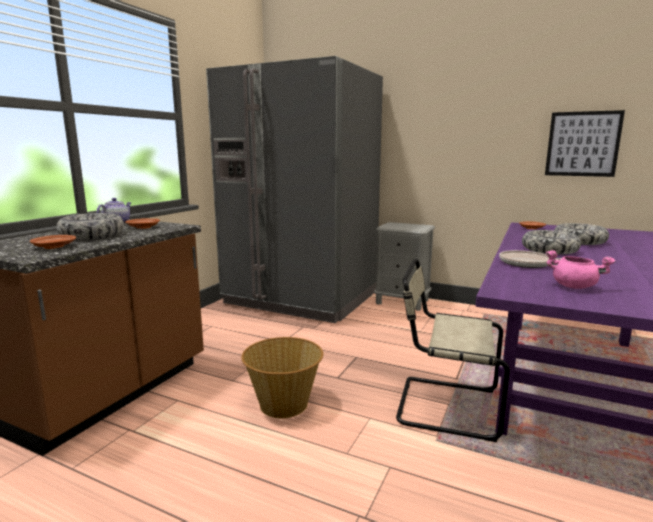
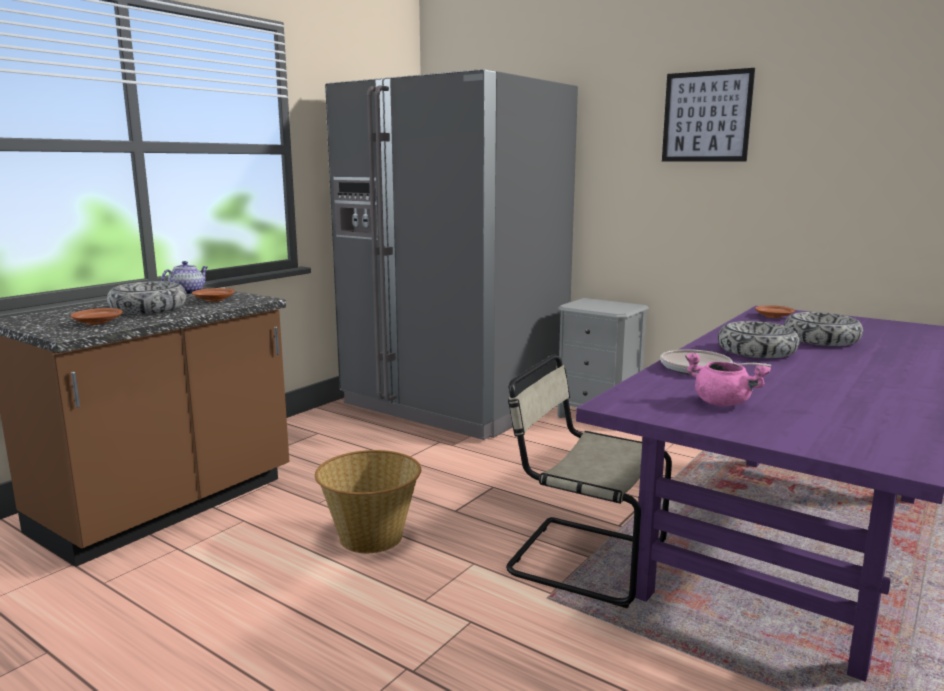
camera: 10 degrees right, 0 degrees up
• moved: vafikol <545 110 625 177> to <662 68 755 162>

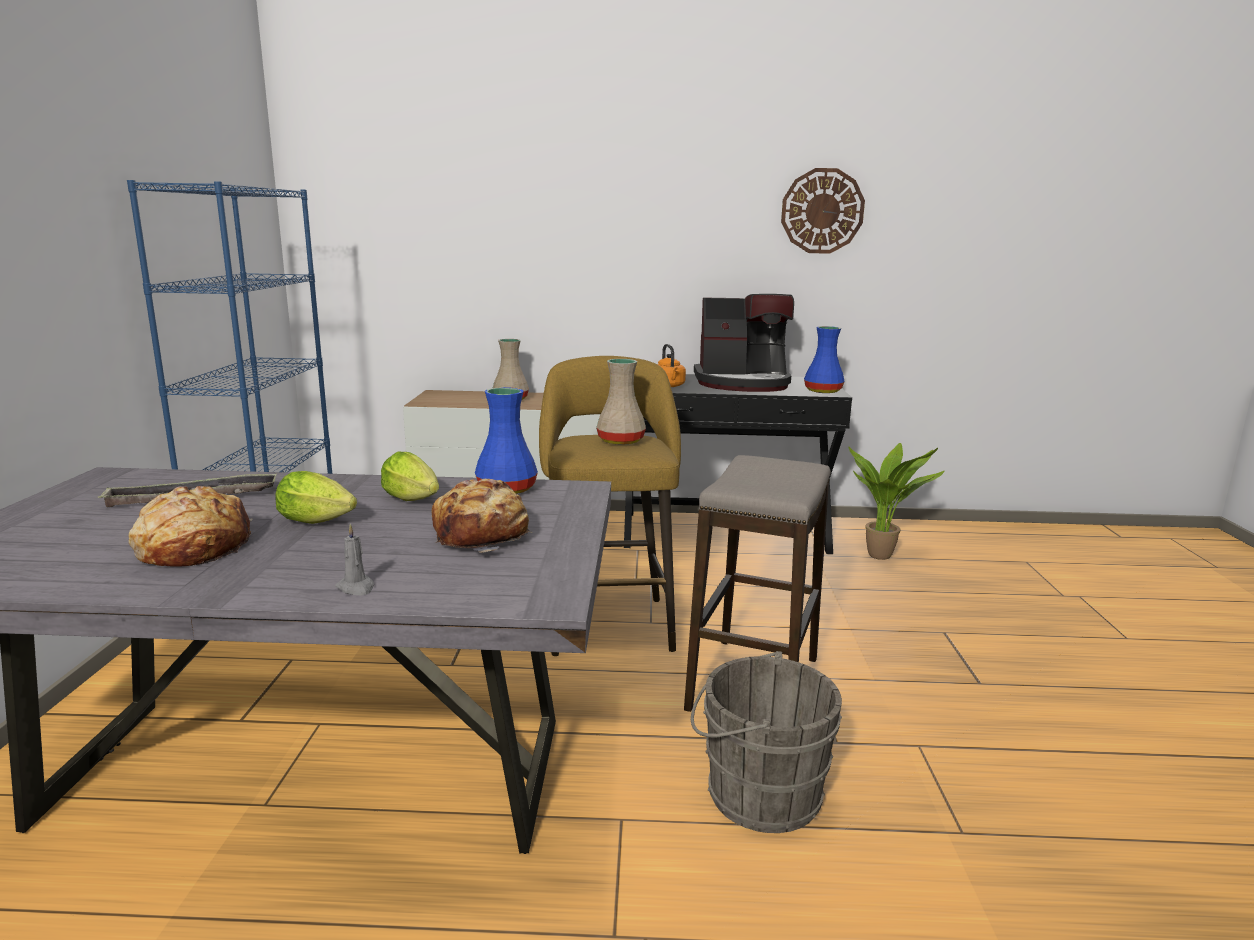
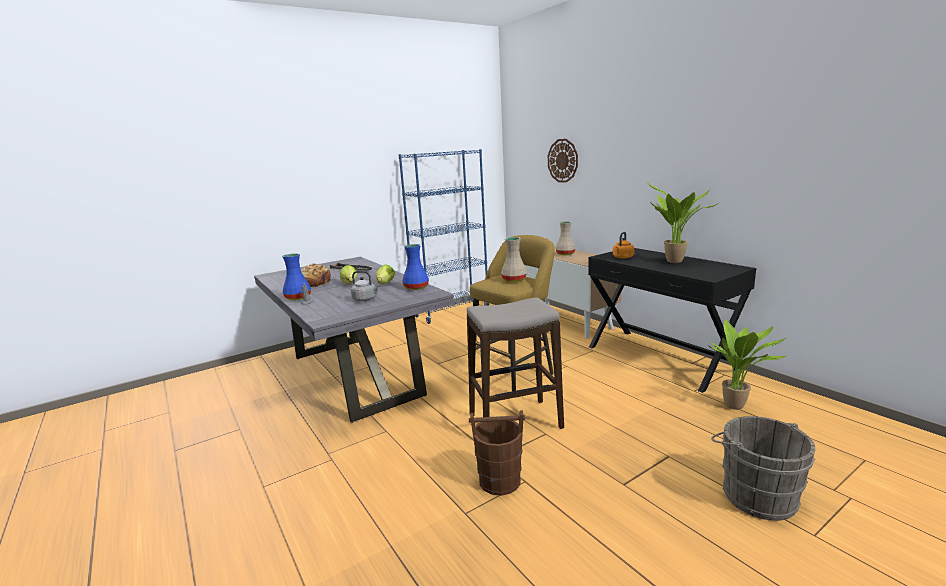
camera: 55 degrees right, 0 degrees up
• replaced: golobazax <432 479 531 553> to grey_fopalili <351 271 381 301>
• moved: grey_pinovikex <691 651 842 833> to <711 416 815 521>
• replaced: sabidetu <694 294 794 392> to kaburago <647 182 719 263>
• moved: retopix <781 168 865 254> to <548 139 578 183>
• moved: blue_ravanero <804 326 845 393> to <282 253 311 300>
• added: brown_pinovikex <469 410 525 496>

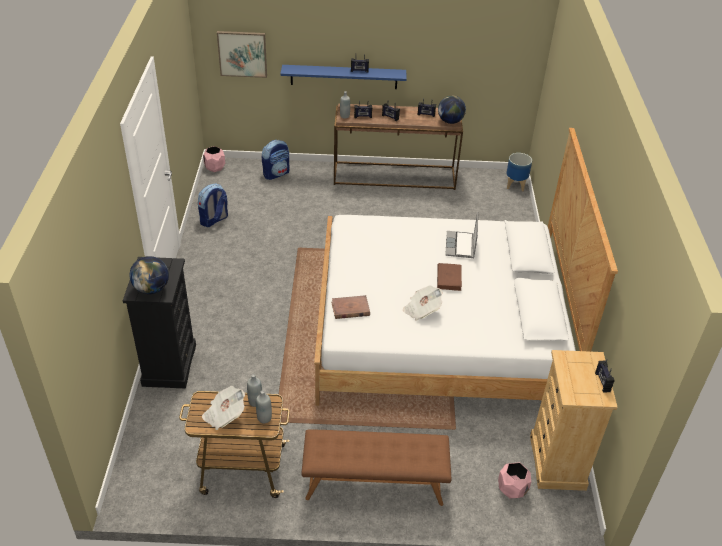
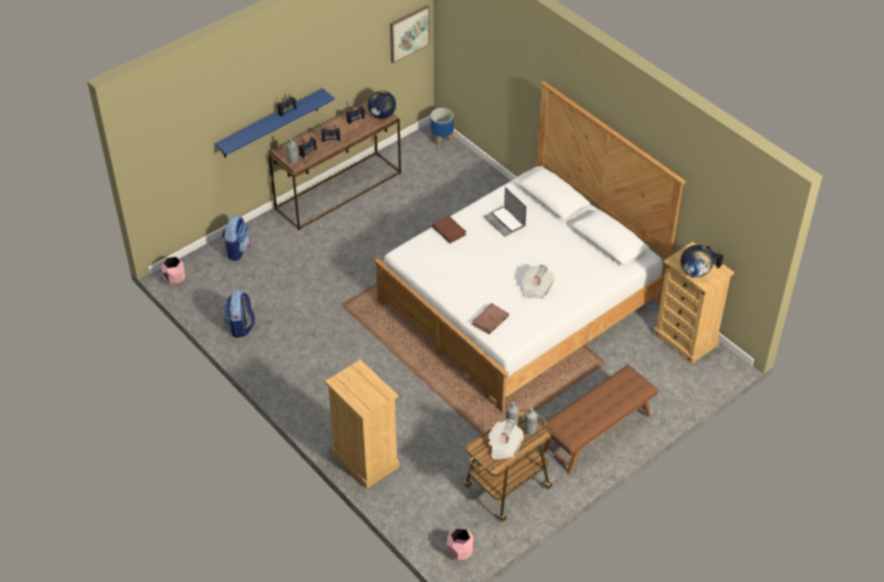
camera: 40 degrees left, 5 degrees up
• recoloured: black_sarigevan <123 257 196 389> to beige_sarigevan <325 359 400 489>
• moved: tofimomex <129 256 169 294> to <680 245 713 277>
• moved: vafikol <217 31 267 78> to <390 5 430 64>
• moved: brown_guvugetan <437 263 462 291> to <432 215 466 243>
• moved: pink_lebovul <498 462 531 498> to <447 528 474 560>

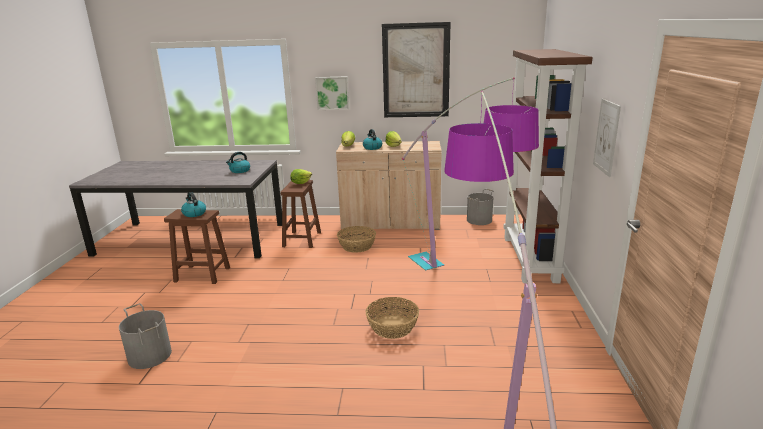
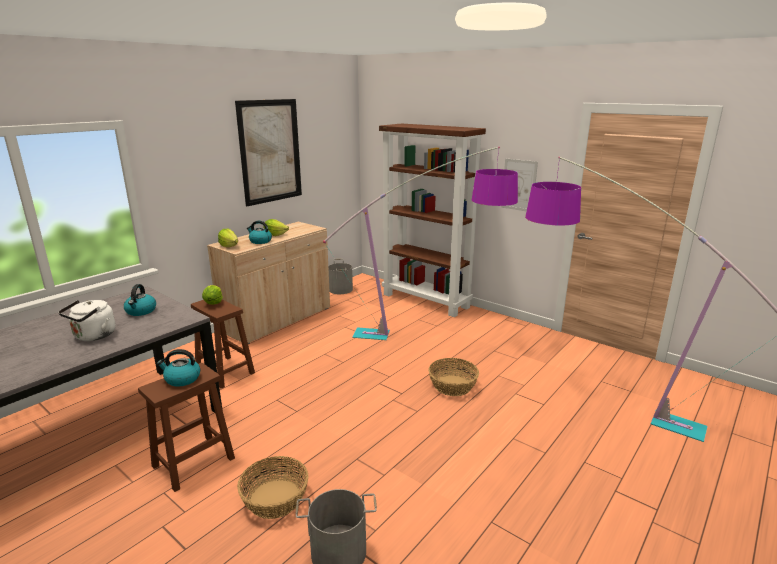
camera: 55 degrees left, 0 degrees up
• removed: vafikol <315 76 349 110>
• moved: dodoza <337 226 376 253> to <237 456 309 519>
• added: white_fopalili <58 300 115 341>

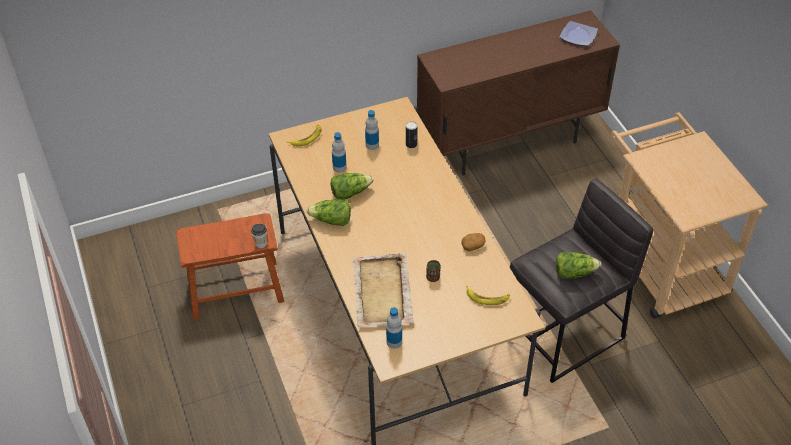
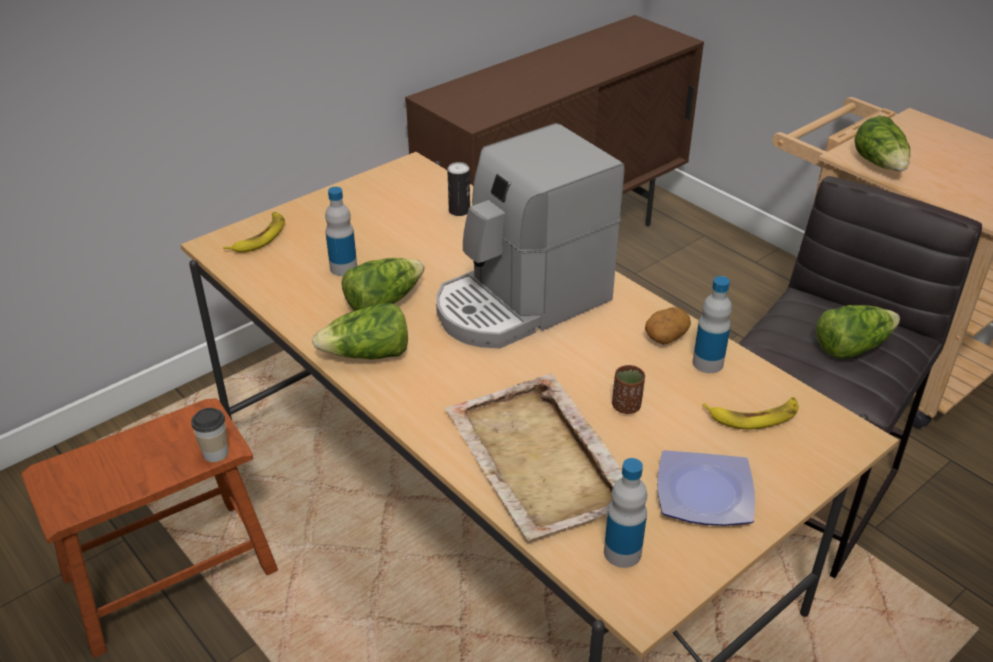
camera: 20 degrees left, 10 degrees down
• moved: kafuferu <365 110 379 150> to <693 276 732 373>
• moved: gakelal <560 21 598 46> to <657 450 755 526>
• added: sabidetu <436 123 625 348>
• added: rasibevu <854 116 910 171>

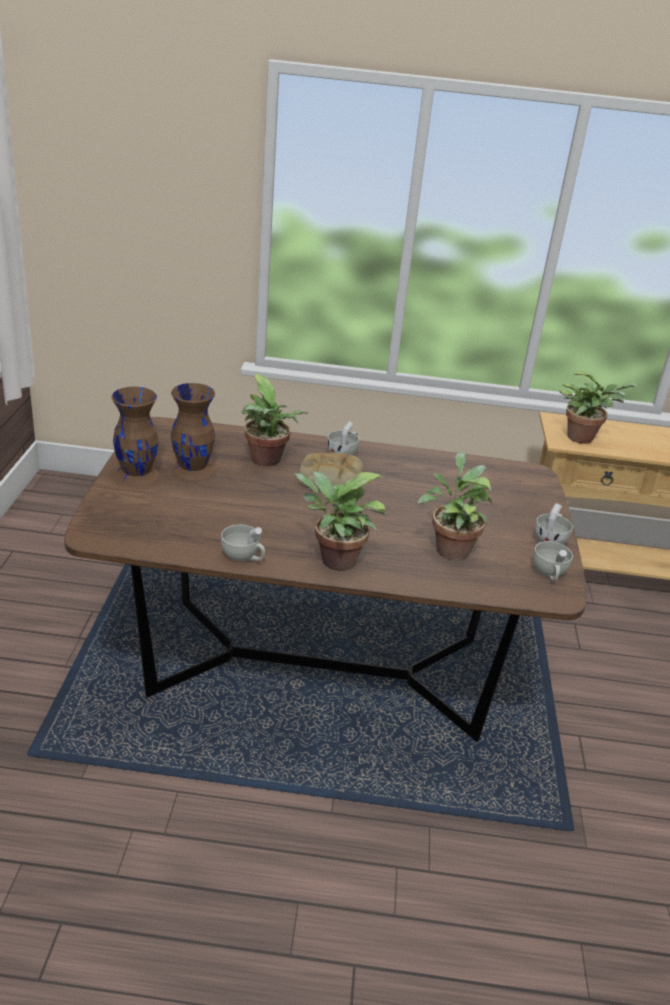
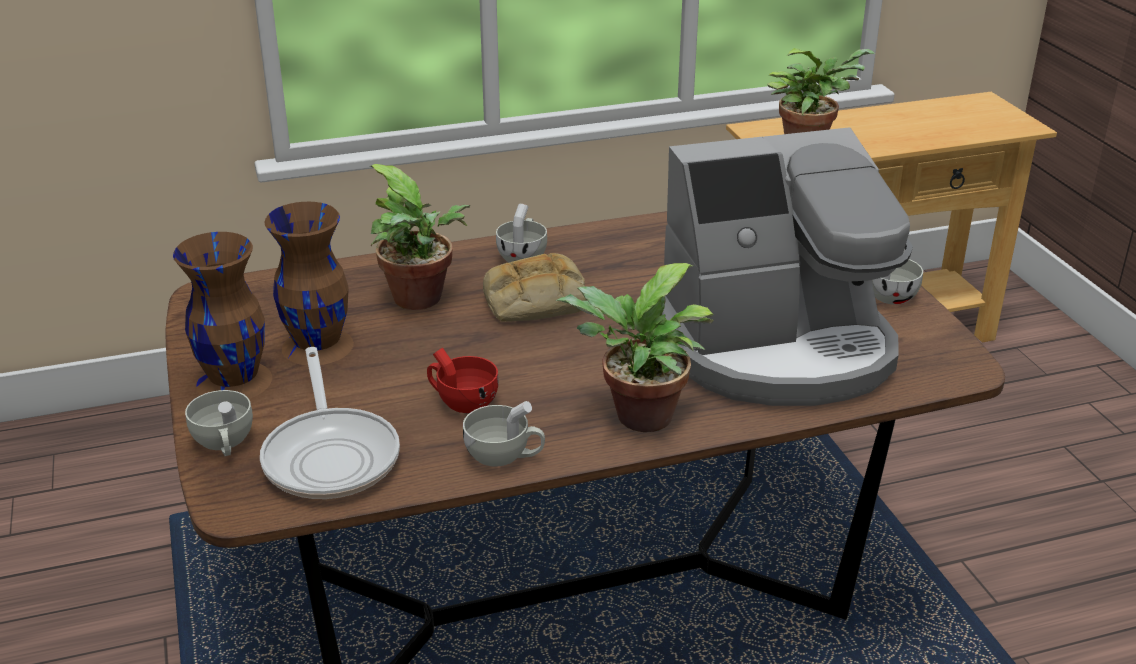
camera: 20 degrees left, 0 degrees up
• replaced: kaburago <418 452 492 561> to sabidetu <662 127 913 406>
• moved: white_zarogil <533 541 573 581> to <185 390 253 456>
• added: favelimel <260 347 400 499>
• added: red_zarogil <427 348 499 413>

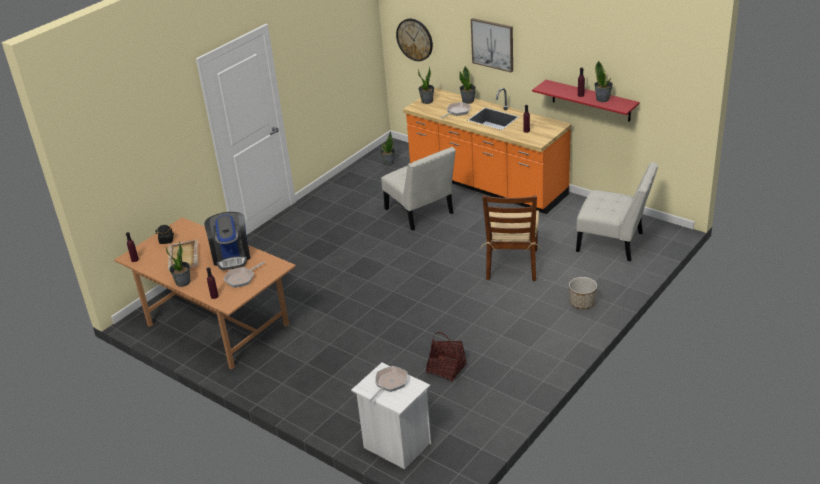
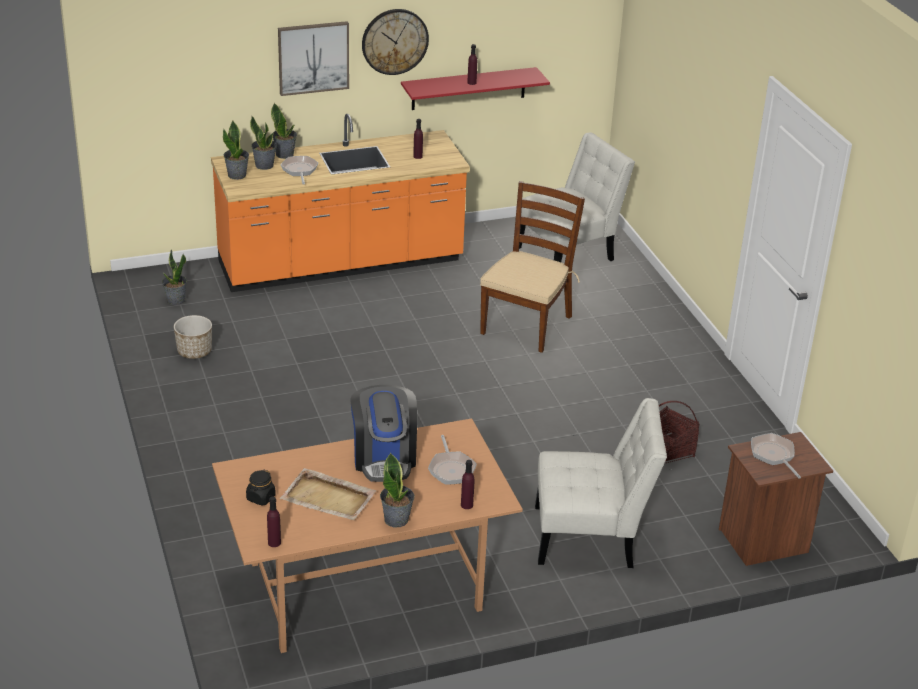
camera: 60 degrees left, 0 degrees up
• turned: sabidetu <204 212 251 270> = <350 385 417 482> 60 degrees clockwise
• recoloured: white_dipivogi <351 363 431 469> to brown_dipivogi <719 432 833 566>
• moved: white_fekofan <381 147 456 231> to <535 398 667 568>
• moved: retopix <396 19 433 61> to <362 9 429 75>
• turned: brown_fekofan <480 195 541 281> = <480 181 585 353> 105 degrees counterclockwise
• moved: lebovul <569 277 597 309> to <174 315 212 359>
• moved: kaburago <594 61 613 102> to <250 116 277 170>

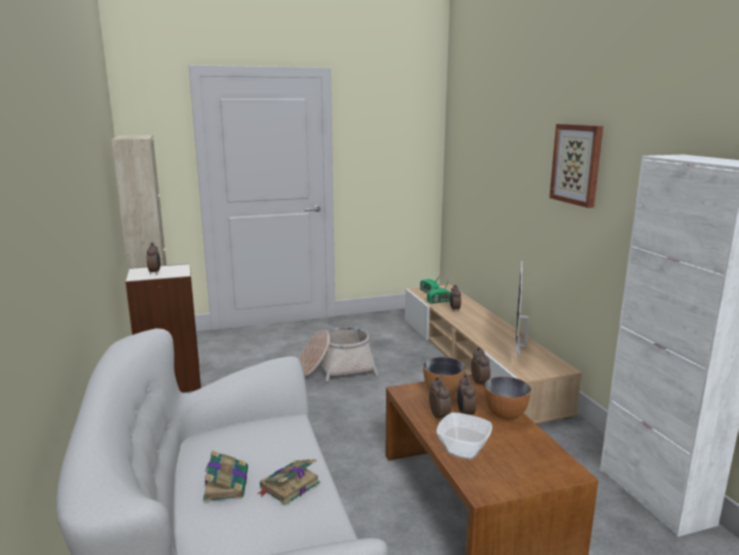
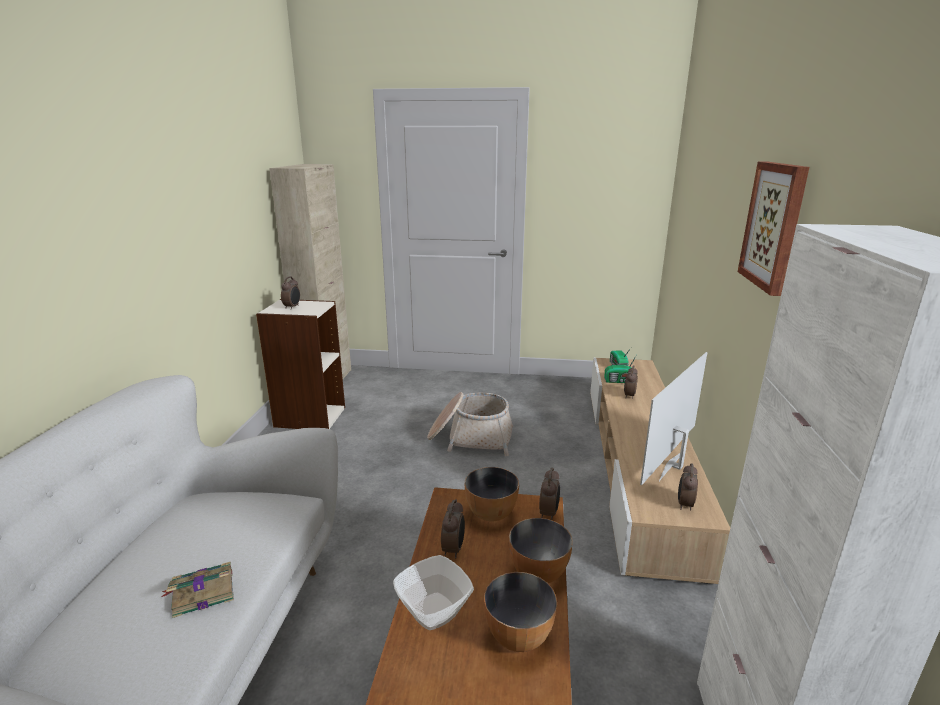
camera: 25 degrees right, 5 degrees up
• removed: guvugetan <203 450 248 501>
• moved: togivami <457 374 476 415> to <678 463 698 510>
• added: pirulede <484 572 557 652>

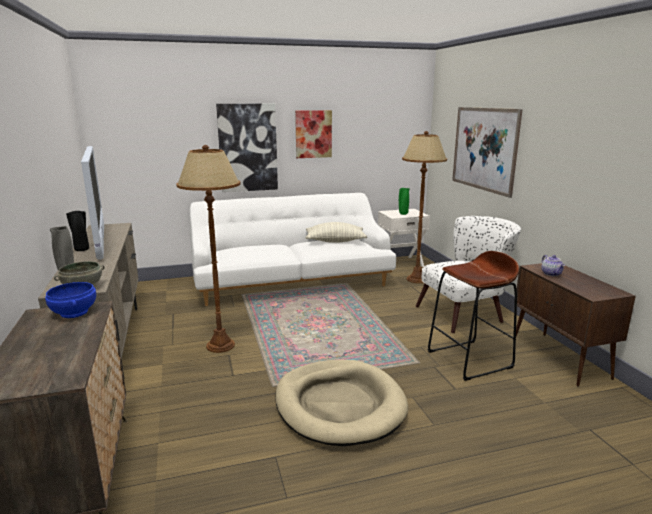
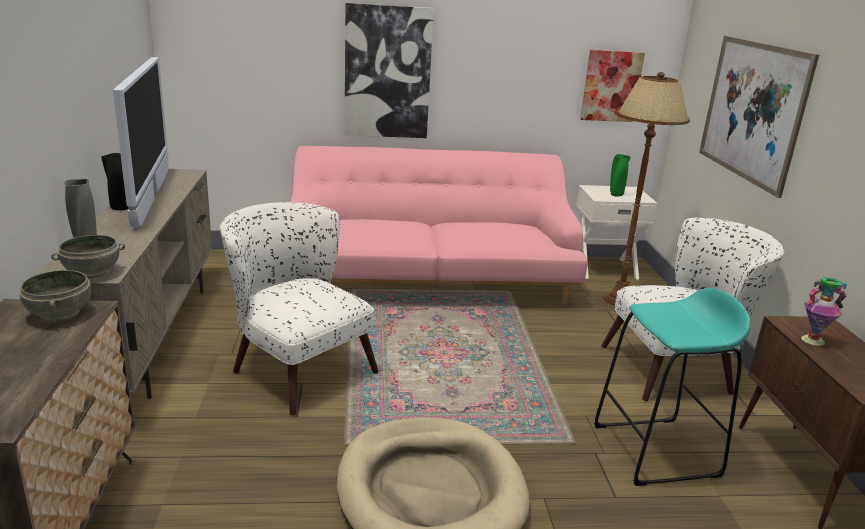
camera: 10 degrees right, 5 degrees up
• recoloured: blue_pirulede <45 282 96 318> to grey_pirulede <20 270 91 322>
• replaced: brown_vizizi <176 145 241 353> to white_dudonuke <220 202 379 415>
• recoloured: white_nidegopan <189 193 396 306> to pink_nidegopan <290 146 588 304>
• moved: vafikol <295 110 332 158> to <580 50 645 122>
• removed: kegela <306 222 367 243>
• recoloured: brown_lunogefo <428 251 519 381> to turquoise_lunogefo <594 288 751 486>
• replaced: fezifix <541 255 565 276> to ravanero <801 277 847 346>

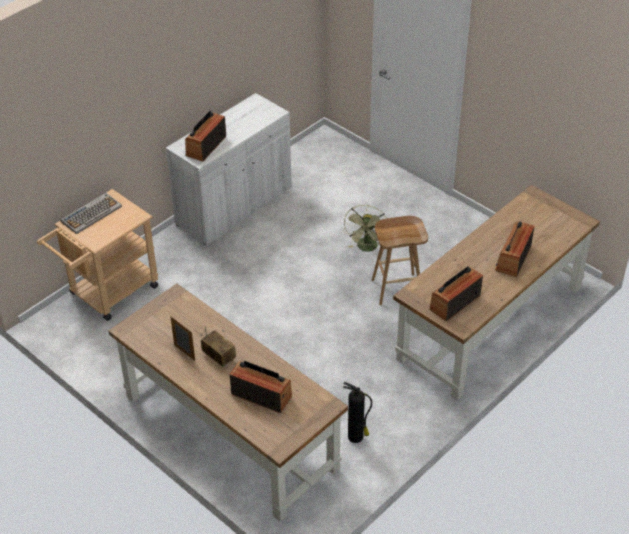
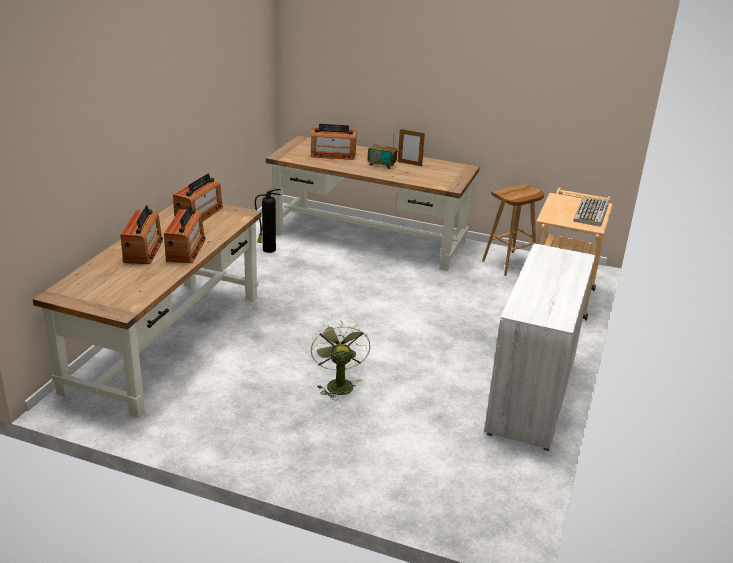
camera: 155 degrees right, 15 degrees down
• moved: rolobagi <185 111 226 162> to <164 205 206 263>
• moved: brown_lunogefo <372 216 428 305> to <482 183 544 276>

